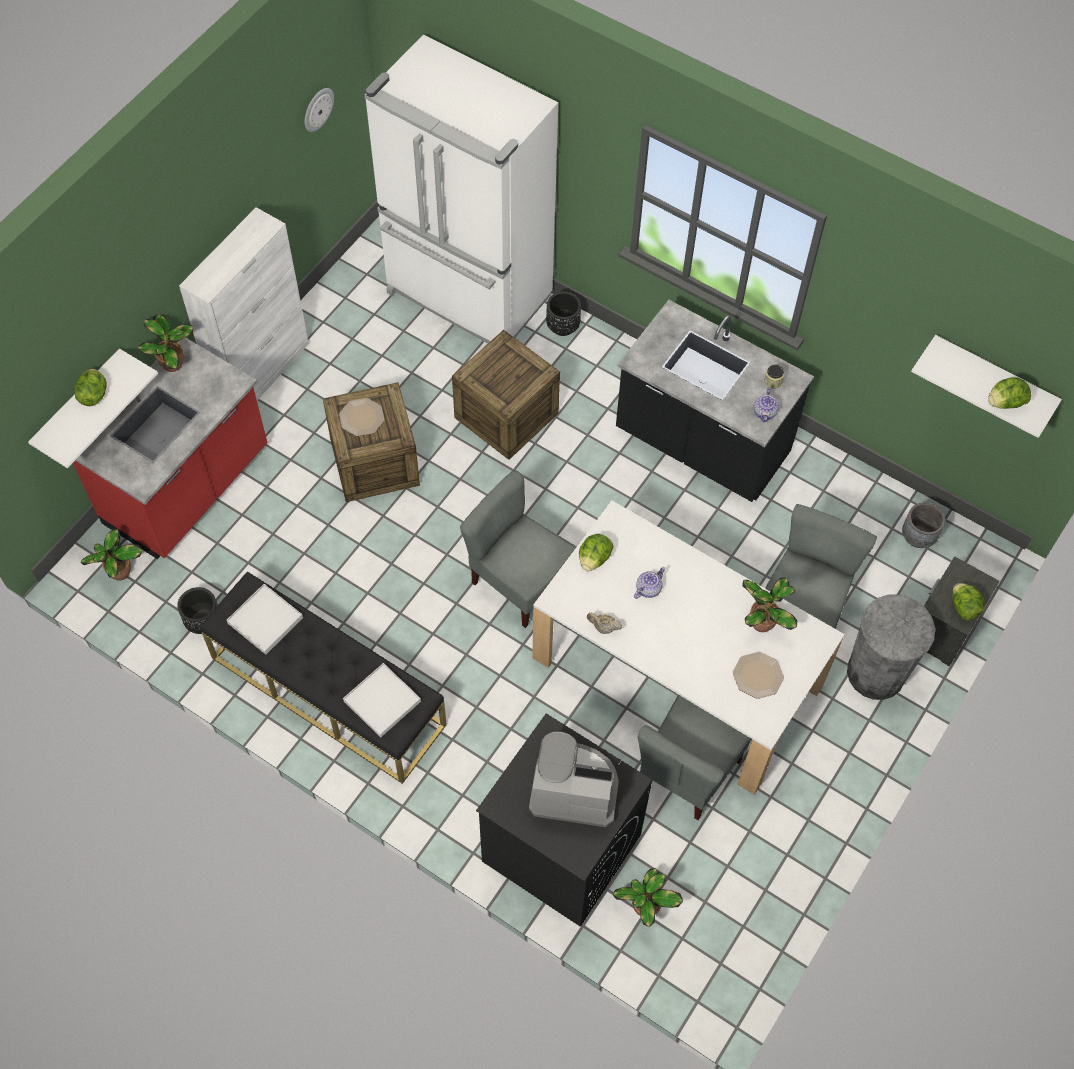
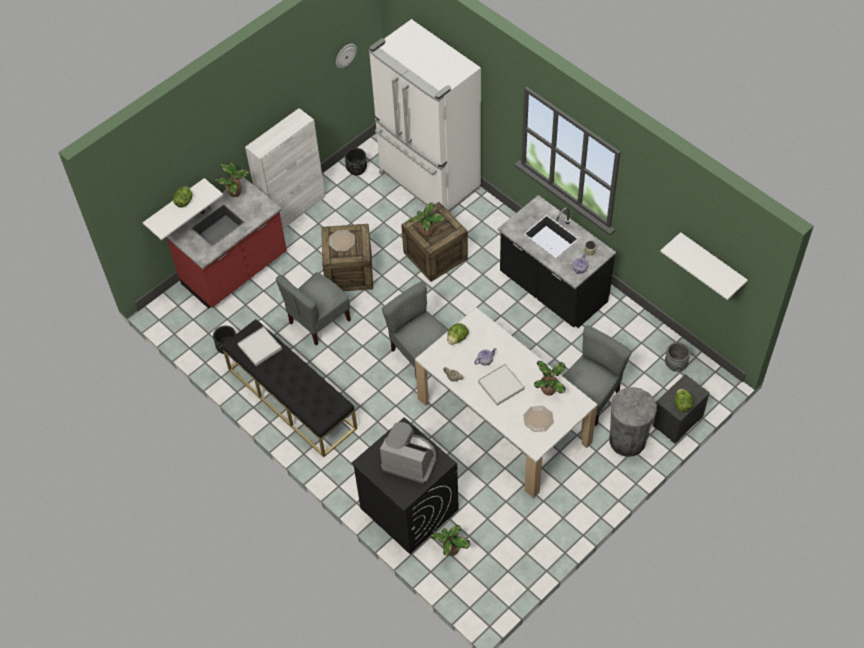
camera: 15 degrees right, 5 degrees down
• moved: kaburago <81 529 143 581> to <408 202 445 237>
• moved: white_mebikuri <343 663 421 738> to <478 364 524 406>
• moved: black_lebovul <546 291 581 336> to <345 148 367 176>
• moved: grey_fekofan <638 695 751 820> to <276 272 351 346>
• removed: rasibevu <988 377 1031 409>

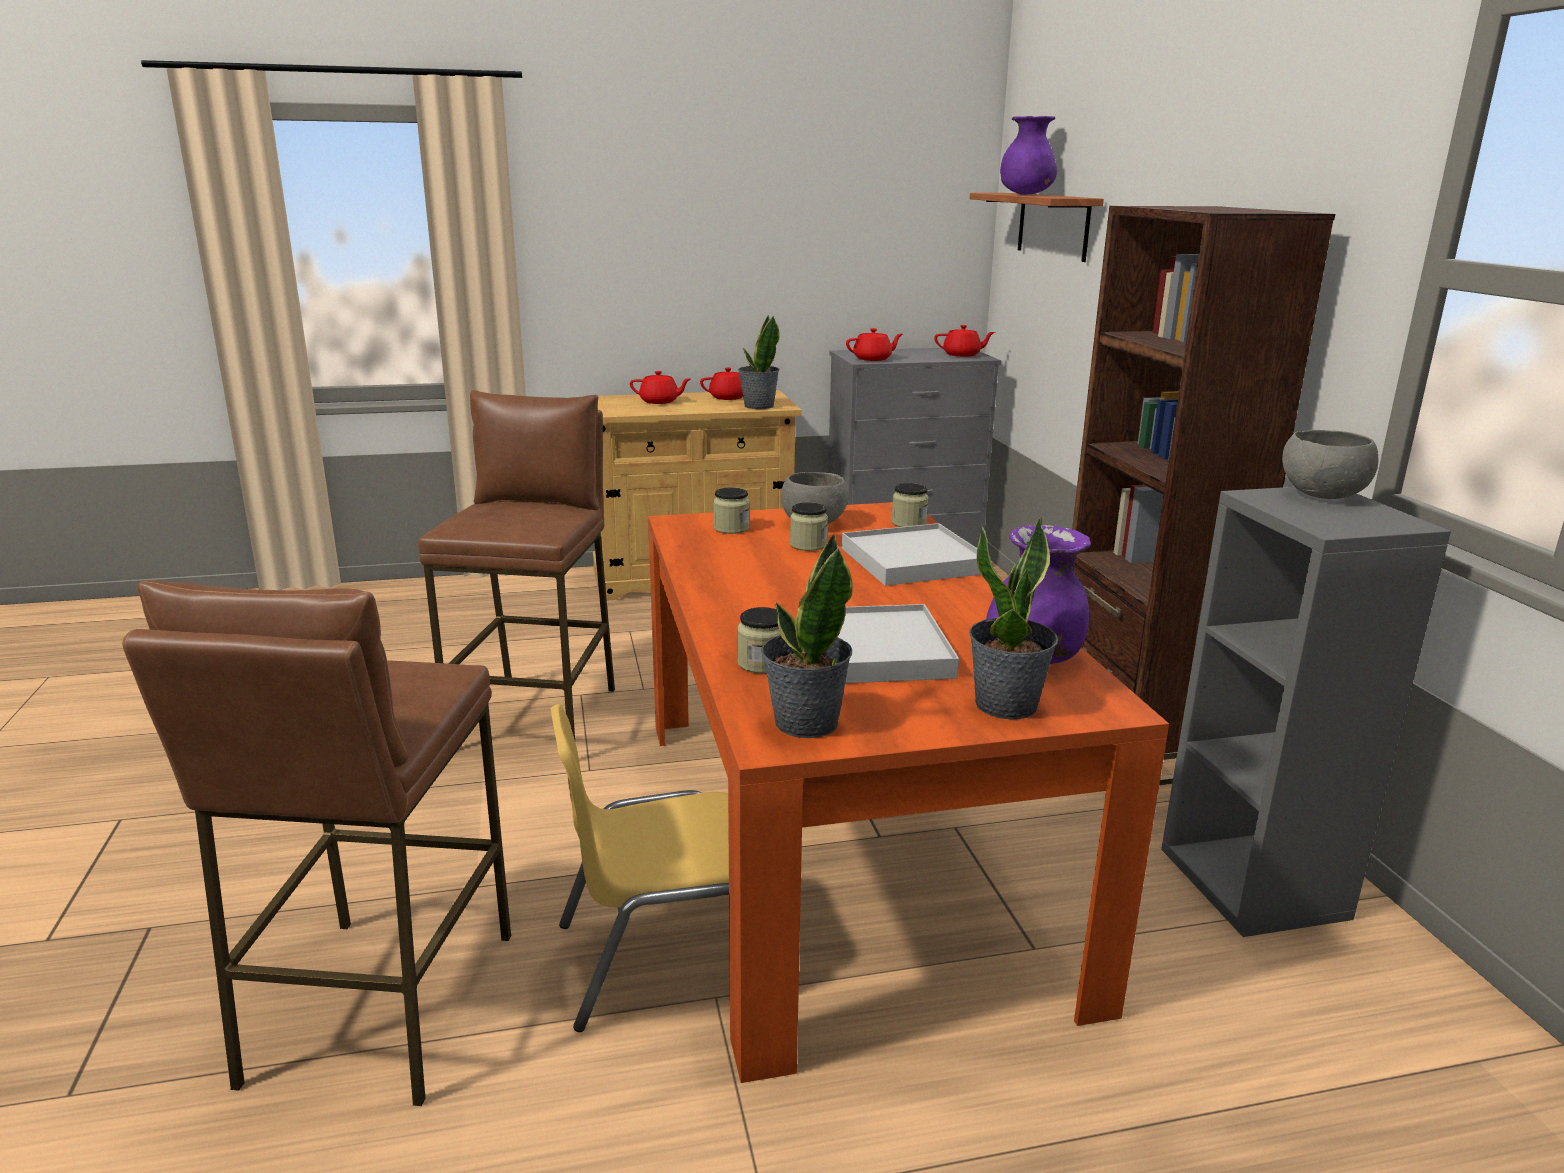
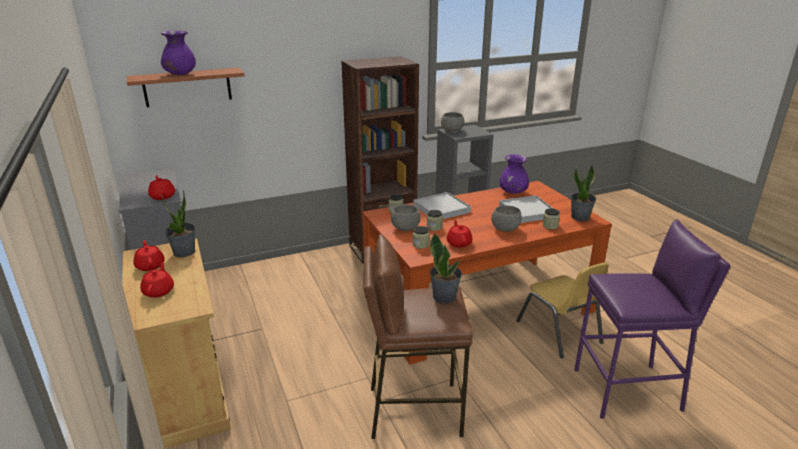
camera: 100 degrees left, 5 degrees up
• recoloured: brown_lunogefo <123 580 511 1106> to purple_lunogefo <574 219 730 419>
• moved: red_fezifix <934 325 995 357> to <447 220 473 248>
• moved: kaburago <969 517 1058 720> to <430 232 462 304>
• added: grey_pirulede <491 205 522 232>

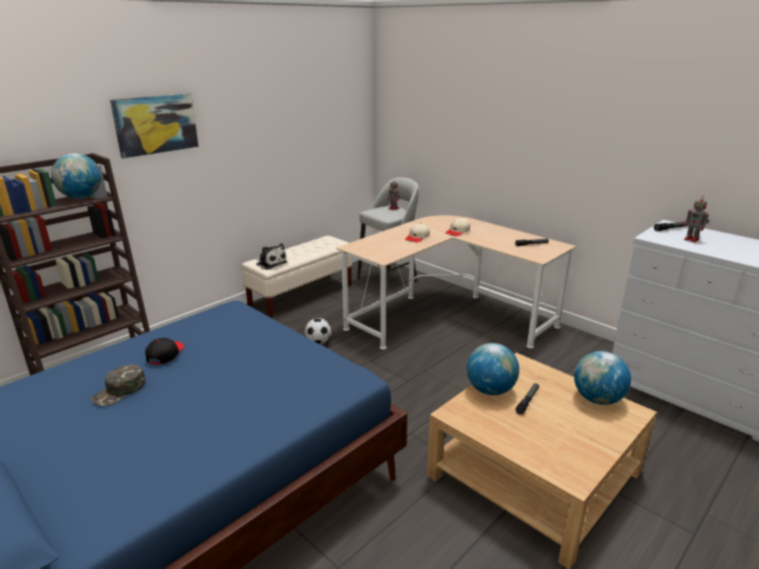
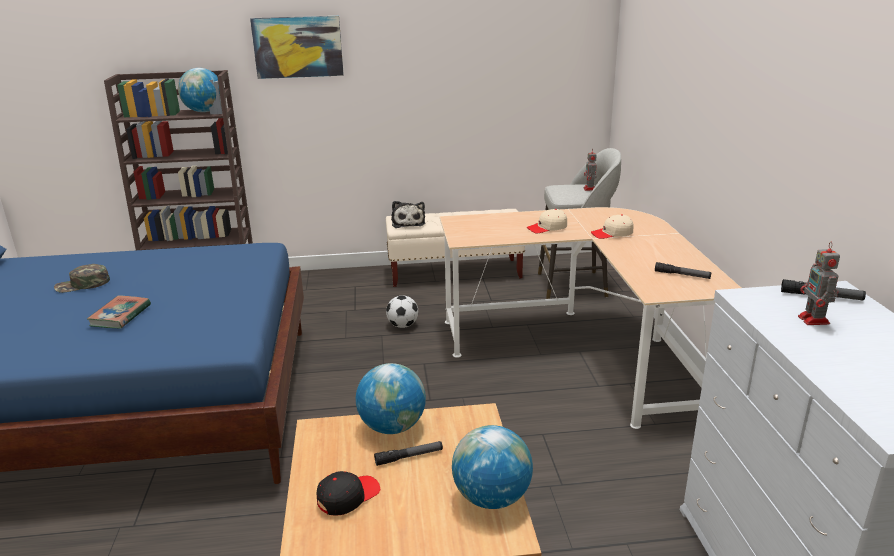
camera: 40 degrees right, 0 degrees up
• moved: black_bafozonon <145 338 184 364> to <317 471 380 516>
• added: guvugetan <87 295 151 328>

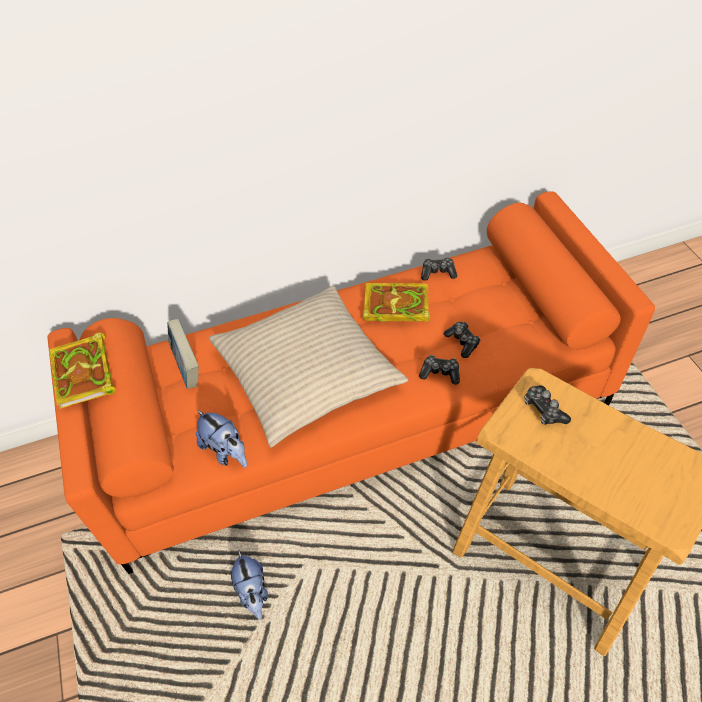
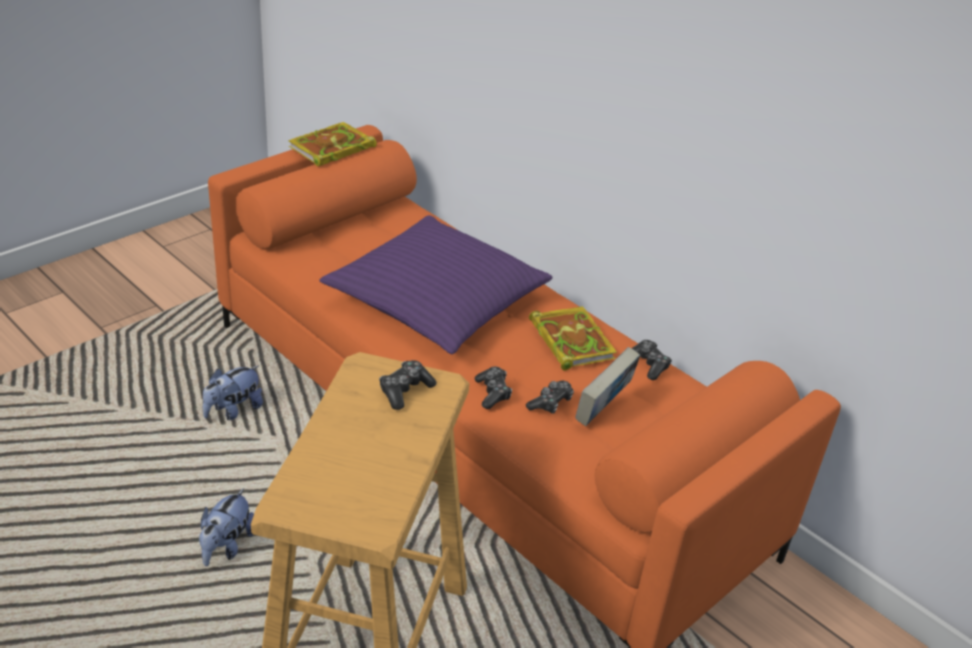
camera: 60 degrees right, 15 degrees down
• moved: guvugetan <167 319 199 389> to <575 347 640 426>
• moved: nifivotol <196 410 247 467> to <199 488 254 566>
• recoloured: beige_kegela <209 286 408 447> to purple_kegela <320 215 552 354>

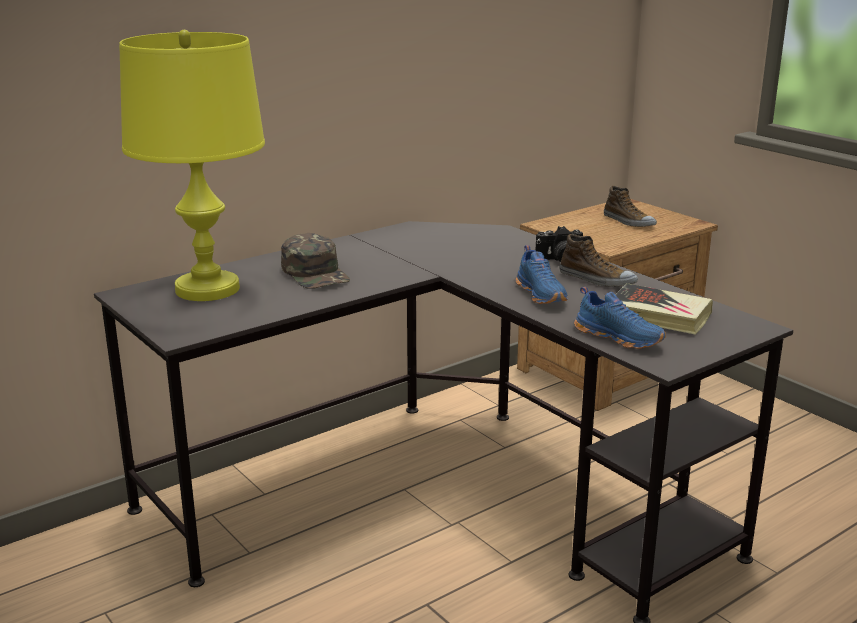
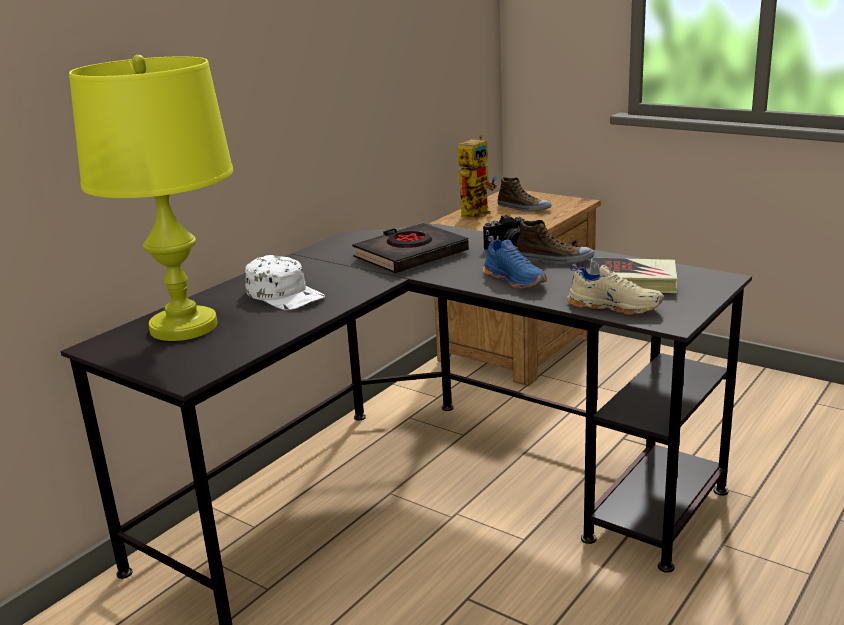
camera: 15 degrees left, 0 degrees up
• recoloured: green_bafozonon <281 233 350 289> to white_bafozonon <246 255 325 310>
• recoloured: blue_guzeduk <574 287 666 349> to beige_guzeduk <567 264 663 315>
• added: black_guvugetan <352 223 469 273>
• added: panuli <458 135 497 219>

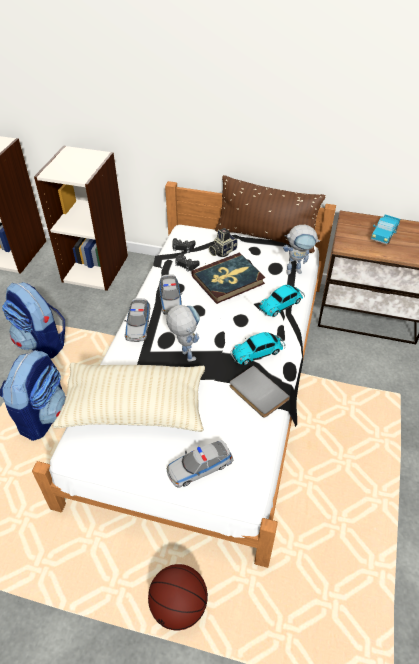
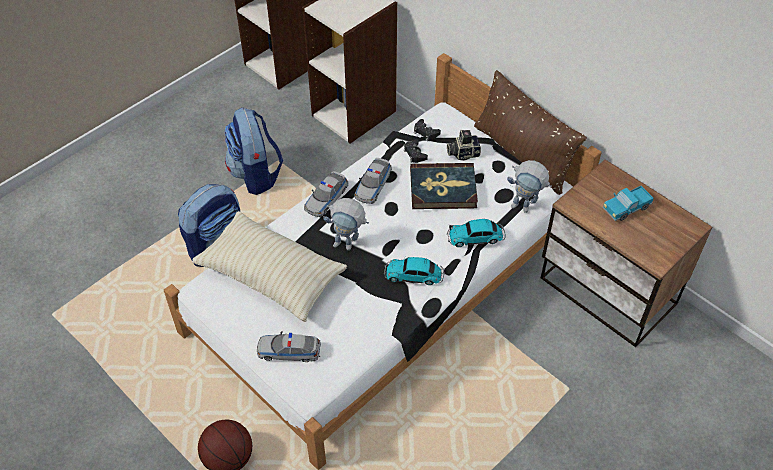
camera: 30 degrees right, 5 degrees up
• turned: panuli <166 305 200 362> = <323 198 369 251> 105 degrees clockwise
• removed: grey_guvugetan <230 365 290 418>

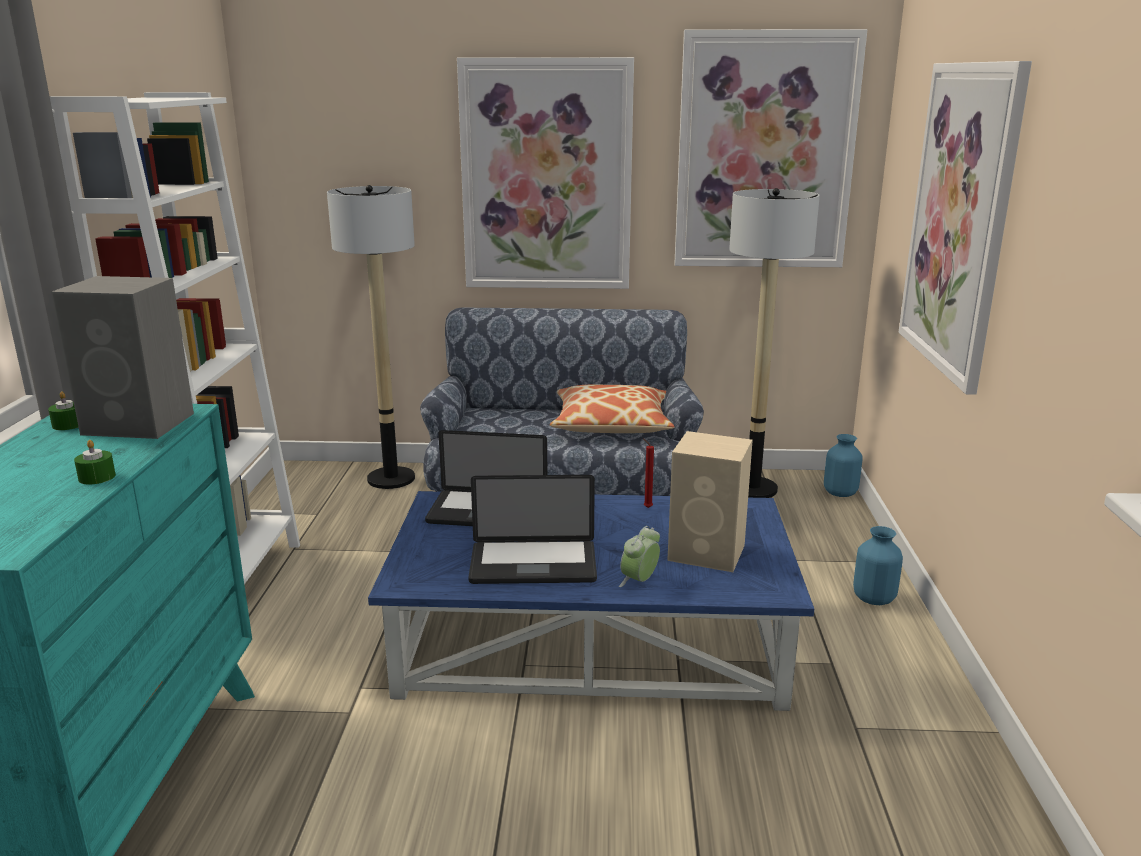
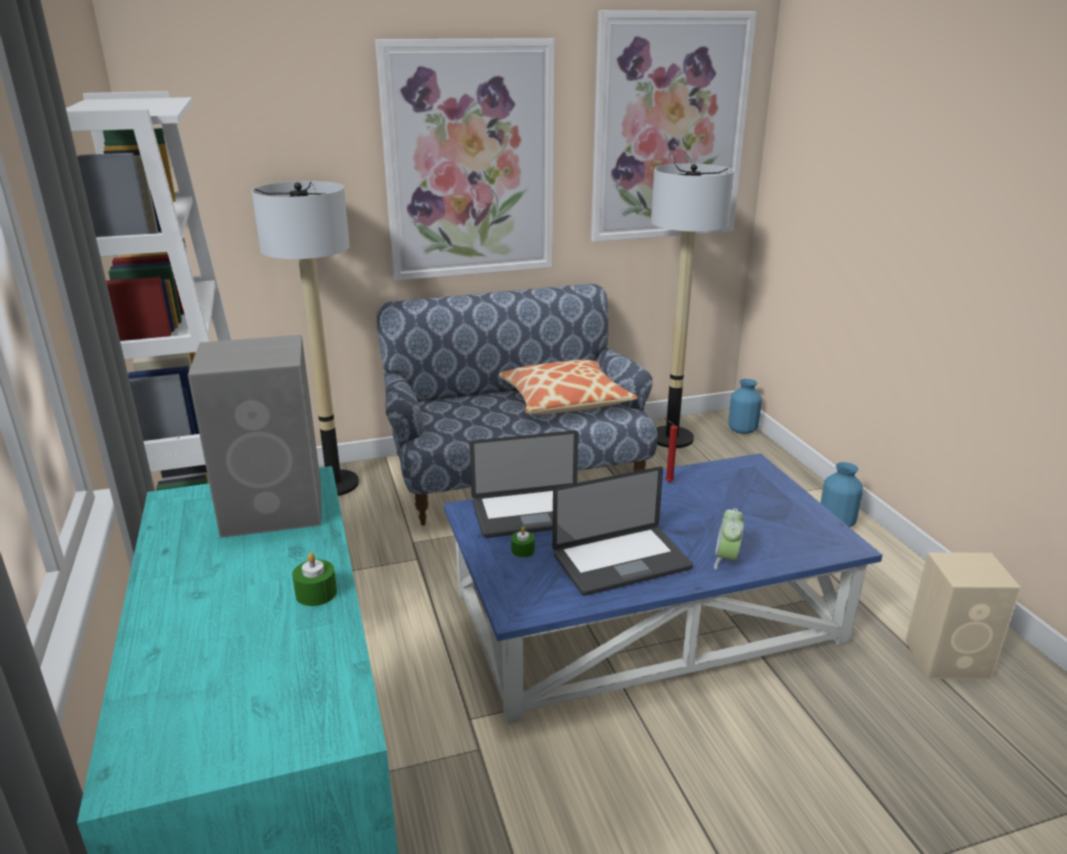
camera: 20 degrees left, 5 degrees up
• moved: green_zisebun <48 392 78 430> to <511 527 535 558>
• moved: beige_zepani <667 431 753 572> to <905 552 1021 679>
• removed: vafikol <899 61 1032 395>

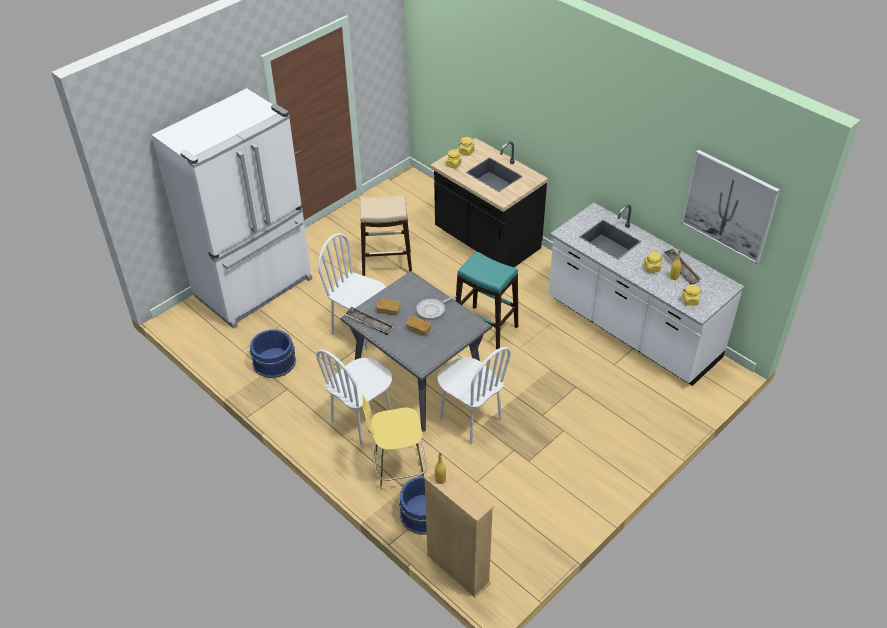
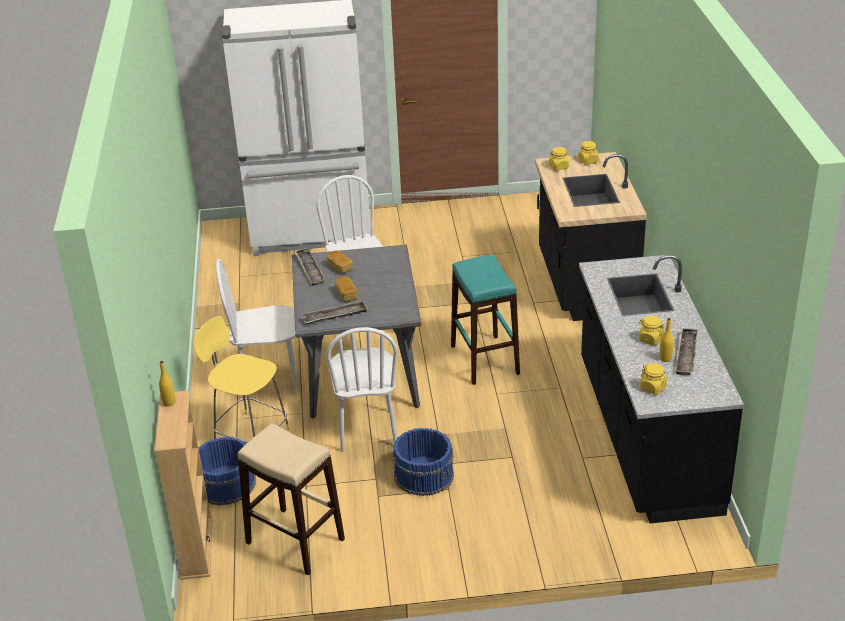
camera: 40 degrees right, 10 degrees down
• moved: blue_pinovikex <250 329 296 378> to <393 428 454 496>
• moved: beige_lunogefo <360 195 412 276> to <237 424 345 575>
• removed: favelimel <416 295 456 320>
• recoloured: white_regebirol <548 203 745 386> to black_regebirol <579 255 744 524>
• removed: vafikol <681 150 780 264>
• added: mebikuri <301 299 368 324>

